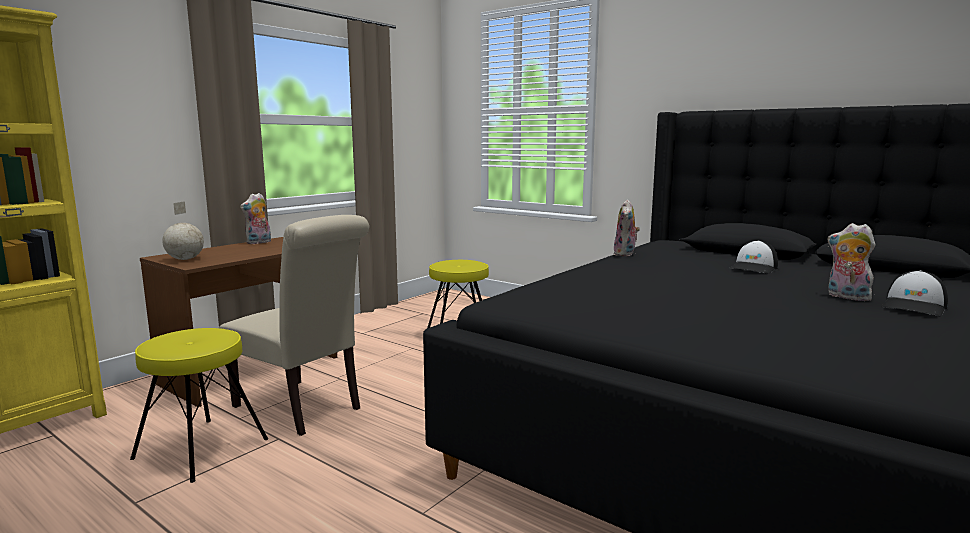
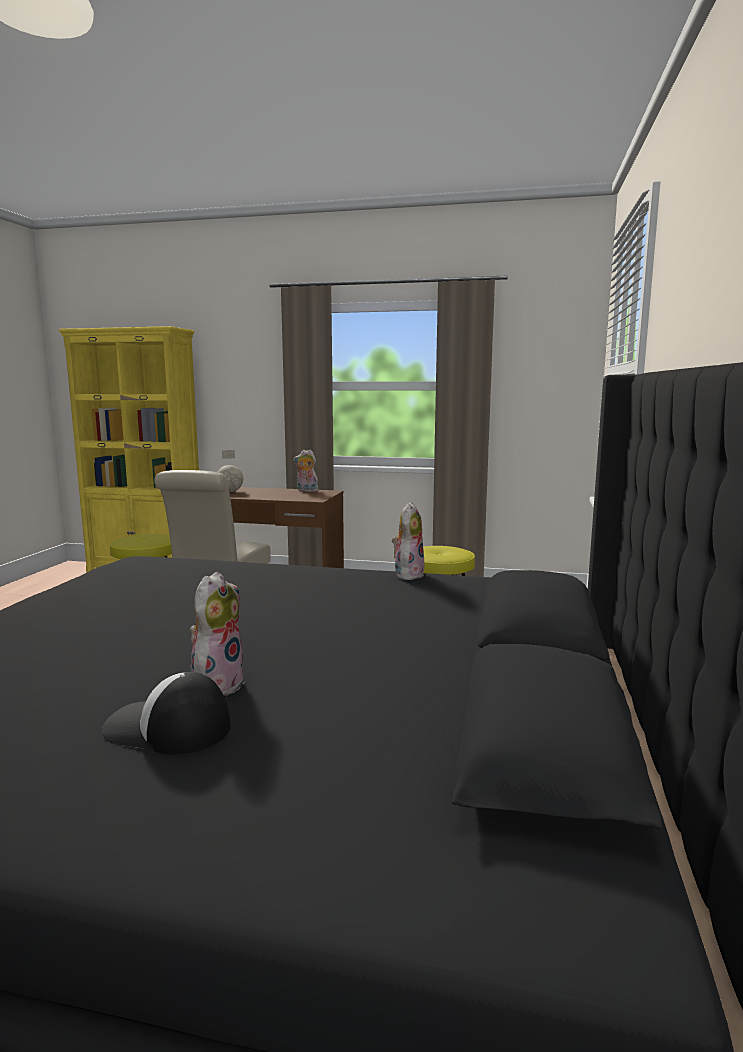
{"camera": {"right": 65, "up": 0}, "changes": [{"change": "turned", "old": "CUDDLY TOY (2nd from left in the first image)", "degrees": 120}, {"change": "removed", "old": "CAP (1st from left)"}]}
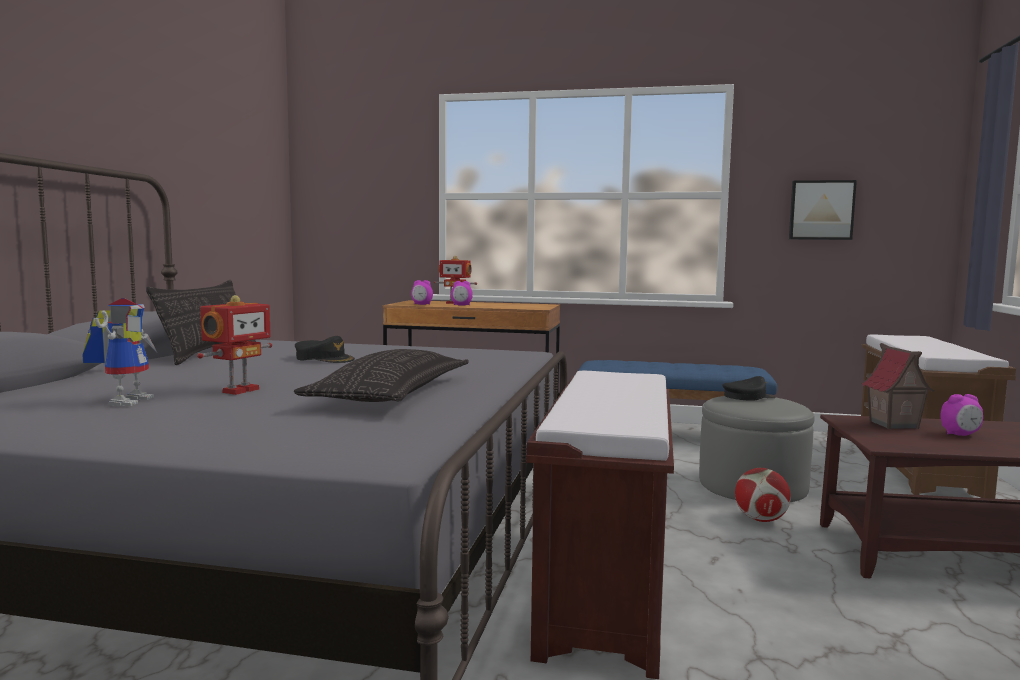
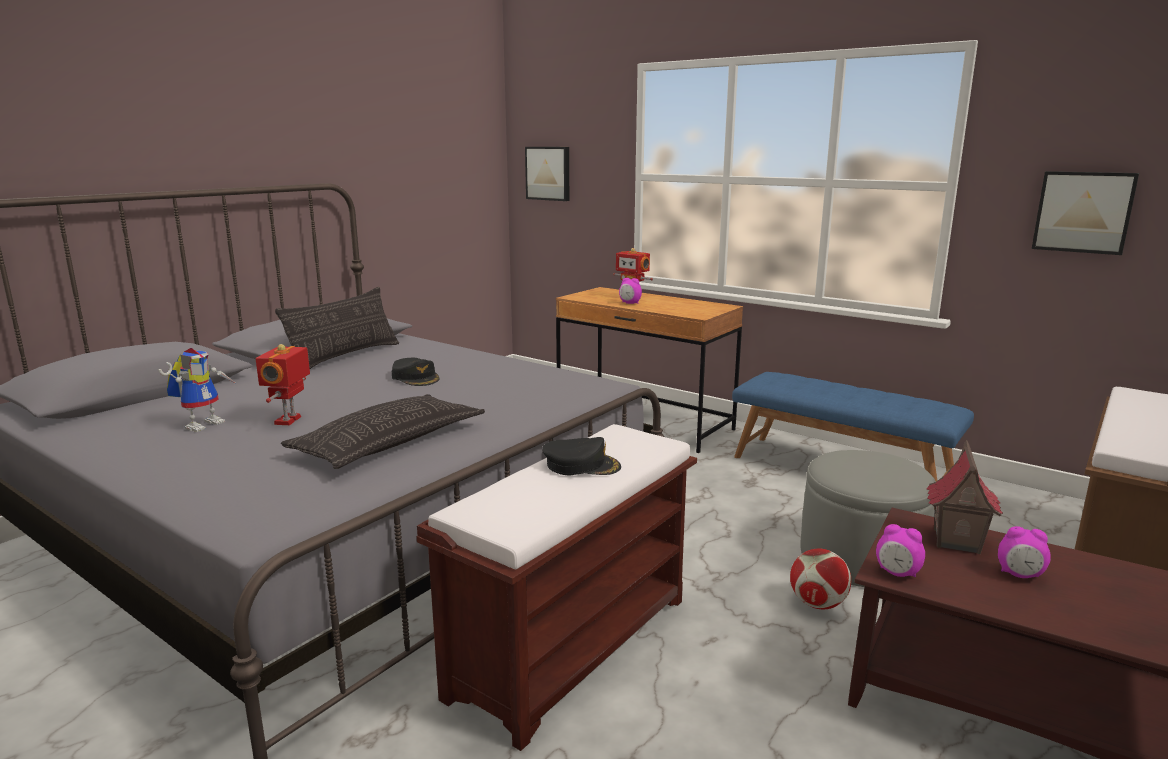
{"camera": {"right": 25, "up": 10}, "changes": [{"change": "turned", "old": "MODEL ROBOT (2nd from left)", "degrees": 135}, {"change": "moved", "old": "TABLE CLOCK (1st from left in the first image)", "new": "TABLE CLOCK (2nd from left)"}, {"change": "moved", "old": "BLACK CAP (2nd from left)"}, {"change": "added", "new": "WALL PICTURE (1st from left)"}]}
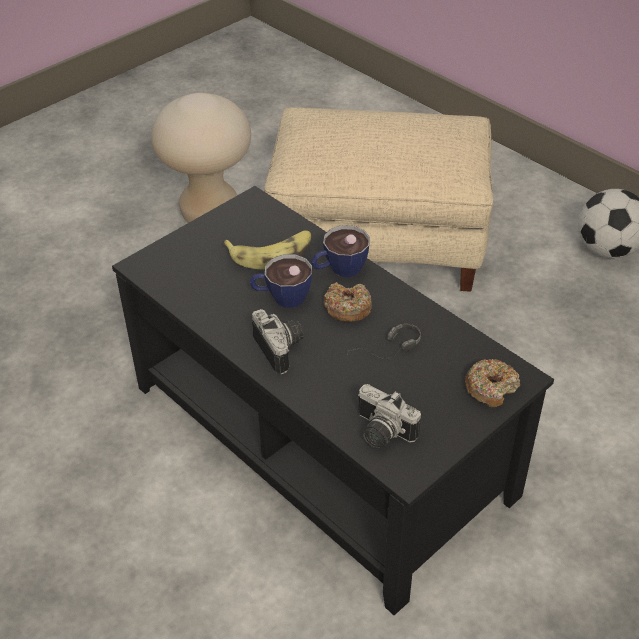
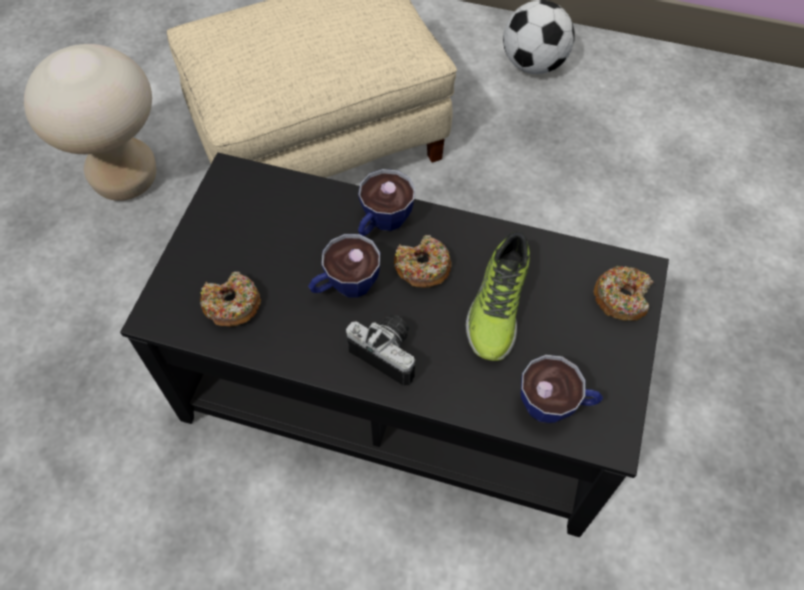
{"camera": {"right": -30, "up": 15}, "changes": [{"change": "removed", "old": "BANANA"}, {"change": "replaced", "old": "HEADSET", "new": "LOW SHOE"}, {"change": "replaced", "old": "STILL CAMERA (2nd from left)", "new": "SMALL CUP (3rd from left)"}, {"change": "added", "new": "RING DOUGHNUT (1st from left)"}]}
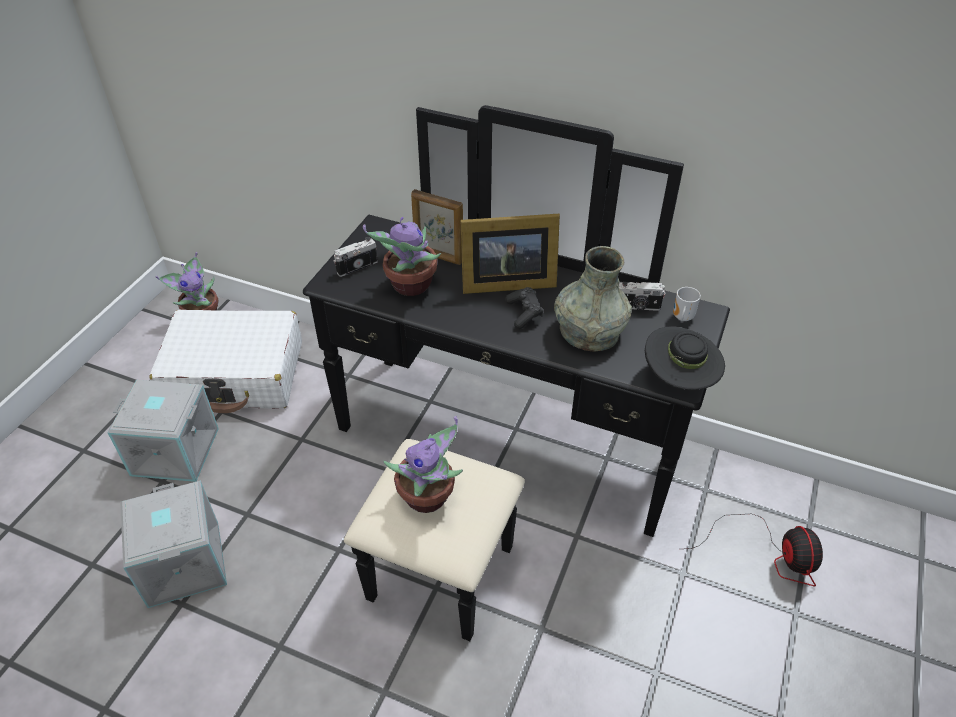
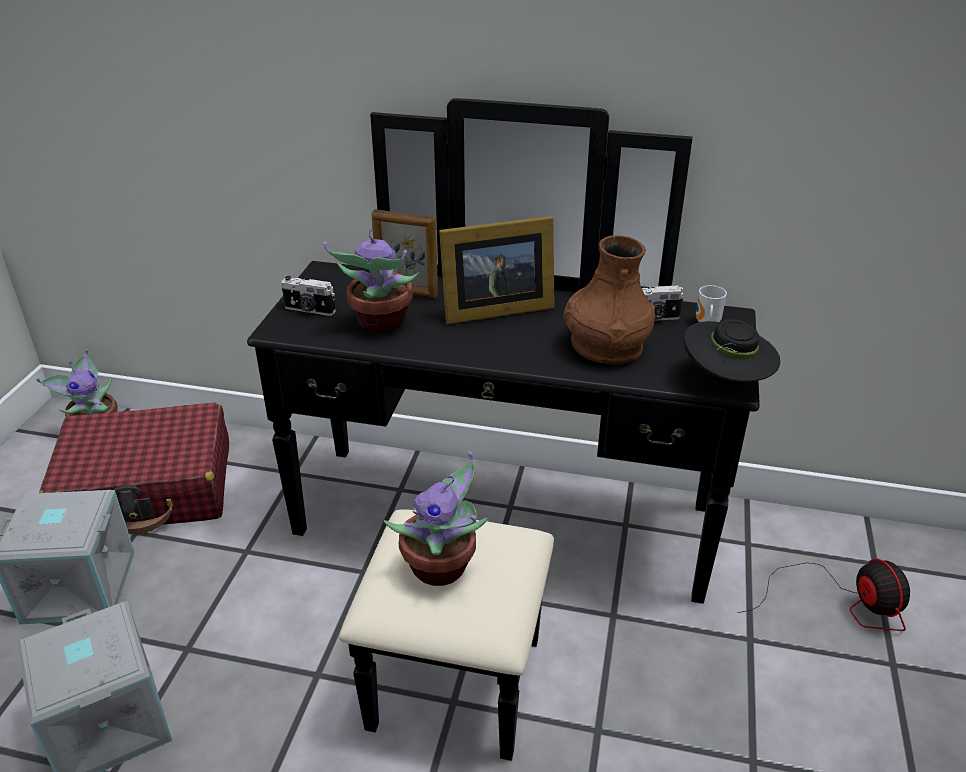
{"camera": {"right": -10, "up": -10}, "changes": [{"change": "recoloured", "old": "WHITISH SUITCASE", "new": "RED SUITCASE"}, {"change": "turned", "old": "STILL CAMERA (1st from left)", "degrees": -120}, {"change": "removed", "old": "BLACK GAMEPAD"}, {"change": "recoloured", "old": "GREY VASE", "new": "BROWNISH VASE"}]}
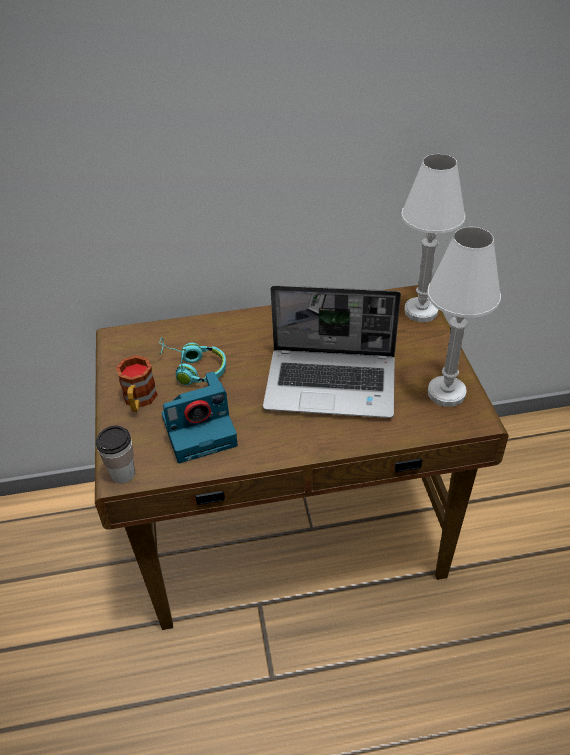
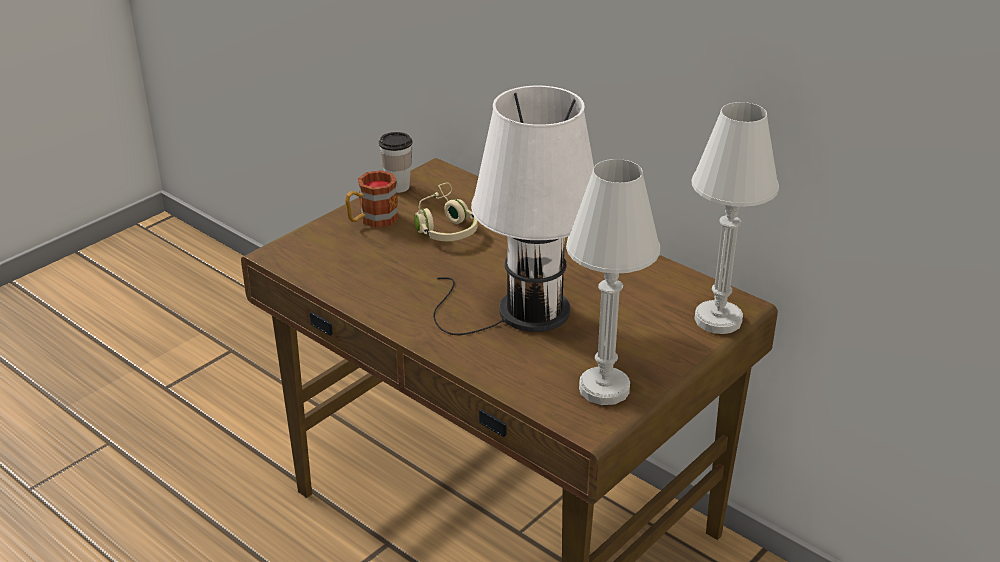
{"camera": {"right": 50, "up": -10}, "changes": [{"change": "moved", "old": "SMALL CUP"}, {"change": "recoloured", "old": "TURQUOISE-COLOURED HEADSET", "new": "SAND-COLOURED HEADSET"}, {"change": "removed", "old": "STILL CAMERA"}, {"change": "replaced", "old": "LAPTOP", "new": "WHITISH TABLETOP LAMP (1st from left)"}]}
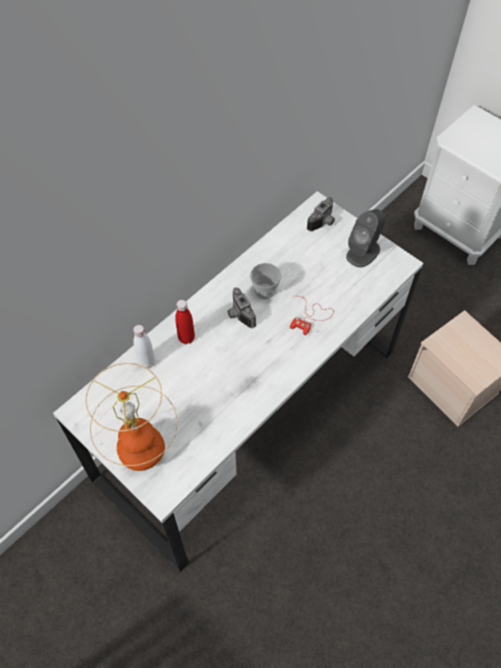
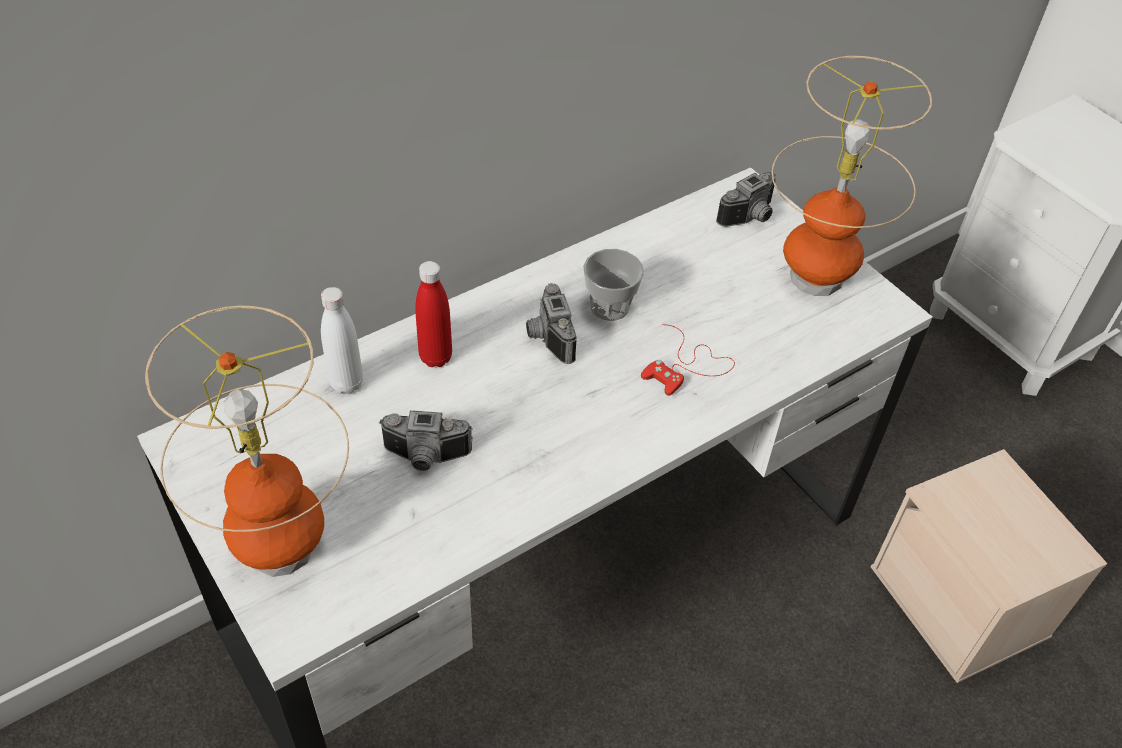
{"camera": {"right": 10, "up": -10}, "changes": [{"change": "replaced", "old": "GREY SPEAKER", "new": "TABLETOP LAMP (2nd from left)"}, {"change": "added", "new": "STILL CAMERA (1st from left)"}]}
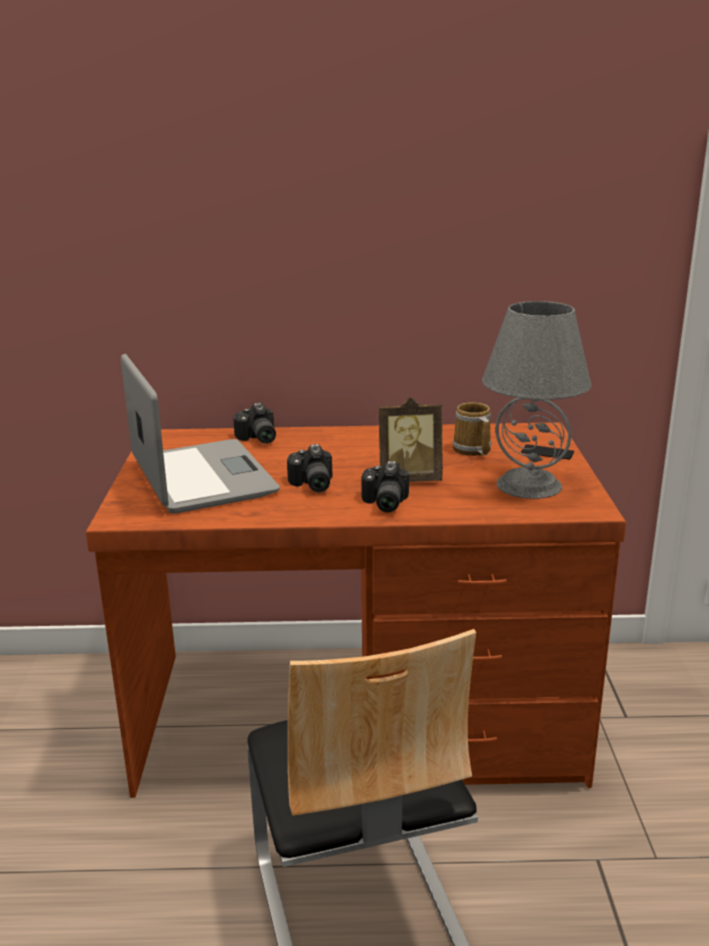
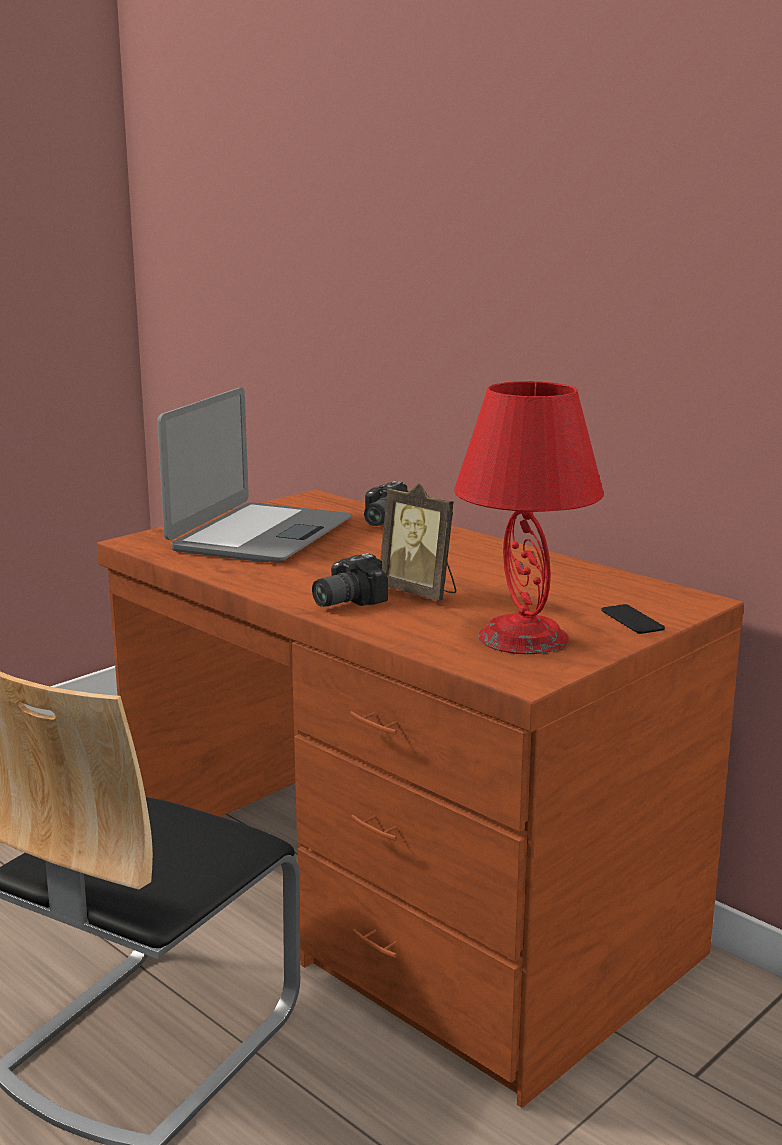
{"camera": {"right": 45, "up": -5}, "changes": [{"change": "removed", "old": "STILL CAMERA (2nd from left)"}, {"change": "removed", "old": "MUG"}, {"change": "recoloured", "old": "GREY TABLETOP LAMP", "new": "RED TABLETOP LAMP"}]}
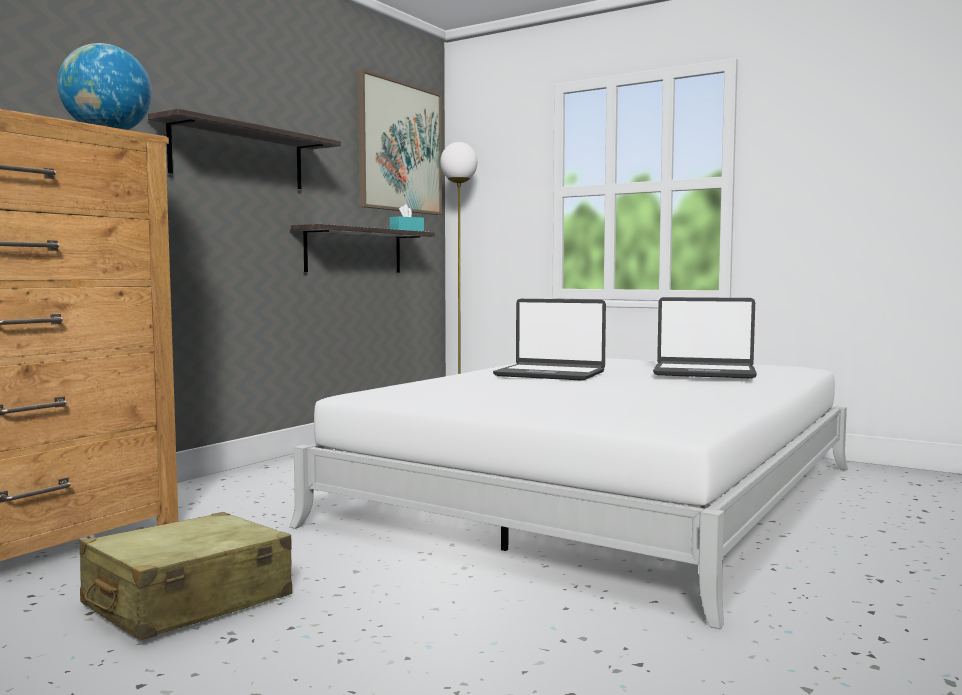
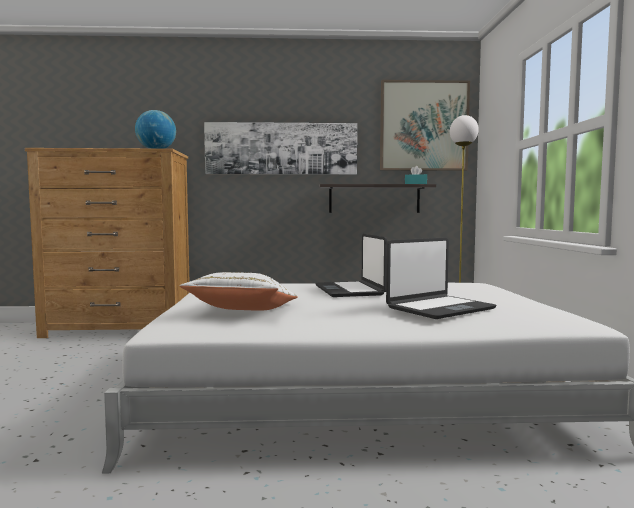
{"camera": {"right": 55, "up": 0}, "changes": [{"change": "removed", "old": "SAND-COLOURED SUITCASE"}, {"change": "replaced", "old": "SHELF (1st from left)", "new": "WALL PICTURE (1st from left)"}, {"change": "turned", "old": "LAPTOP (2nd from left)", "degrees": -105}, {"change": "added", "new": "WHITISH THROW PILLOW"}]}
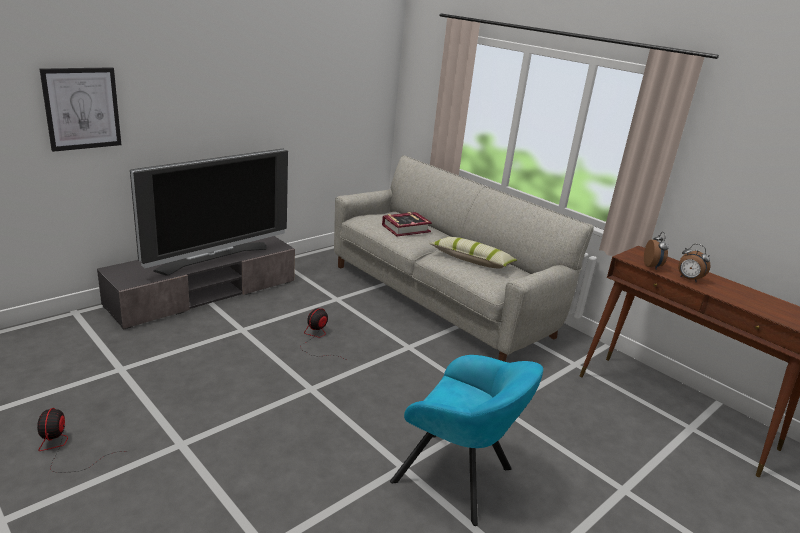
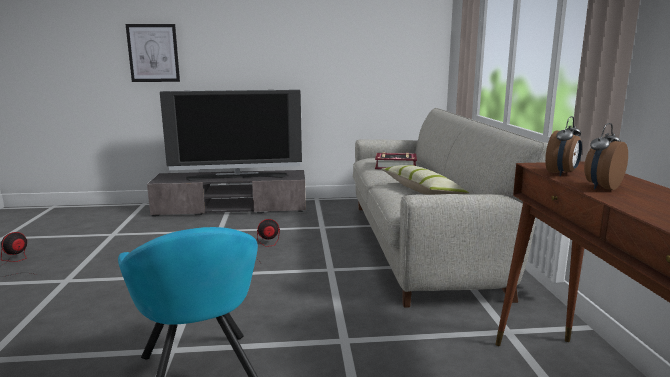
{"camera": {"right": 40, "up": -10}, "changes": [{"change": "turned", "old": "TABLE CLOCK (2nd from left)", "degrees": 60}]}
